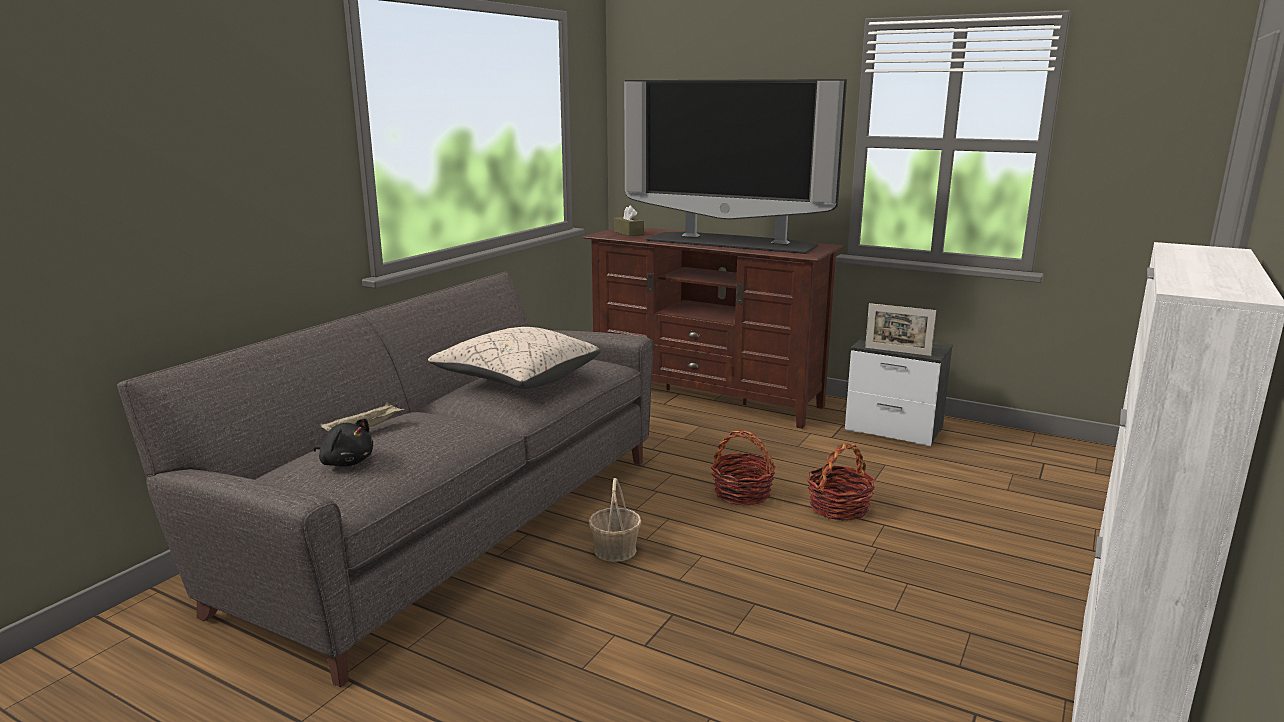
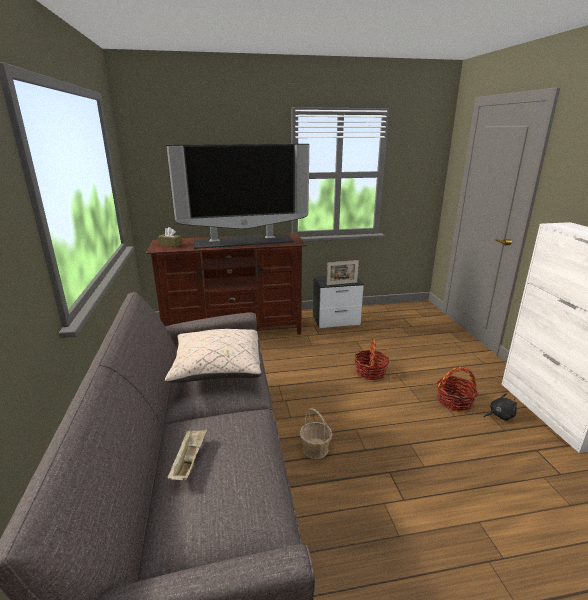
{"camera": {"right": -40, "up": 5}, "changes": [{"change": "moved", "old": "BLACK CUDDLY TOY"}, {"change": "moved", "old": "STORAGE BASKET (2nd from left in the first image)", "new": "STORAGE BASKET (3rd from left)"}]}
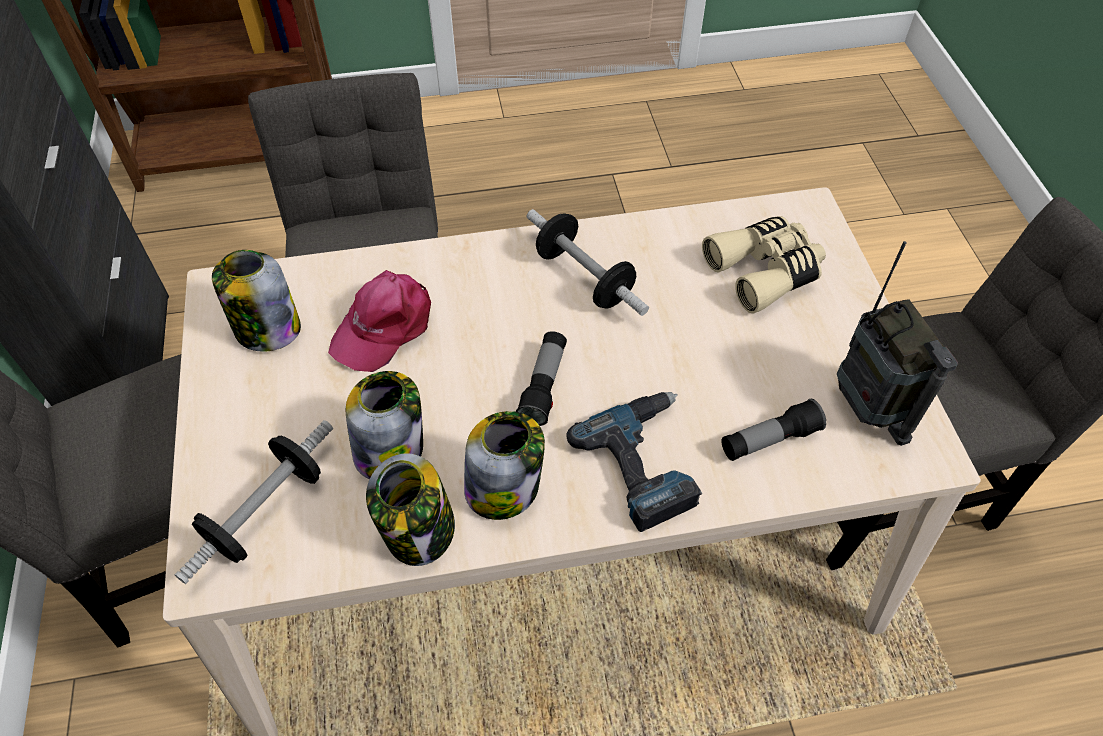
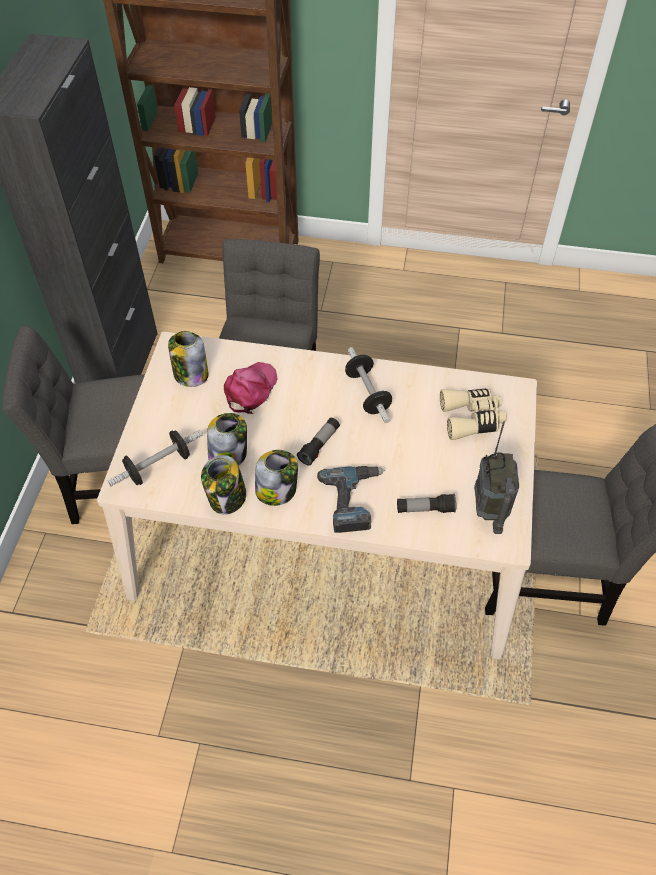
{"camera": {"right": 20, "up": 0}, "changes": [{"change": "turned", "old": "PINK-COLOURED CAP", "degrees": 150}]}
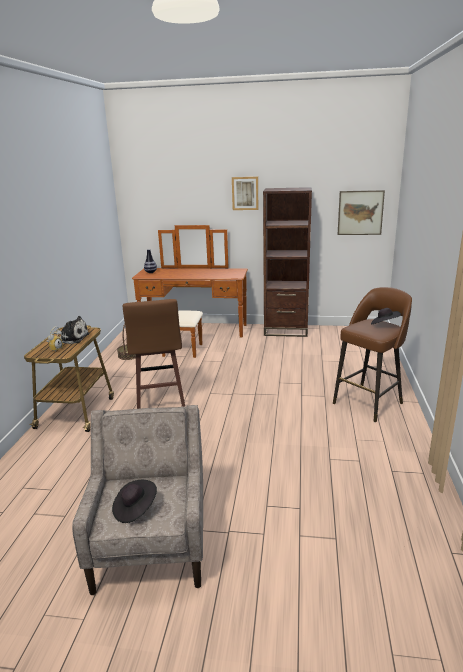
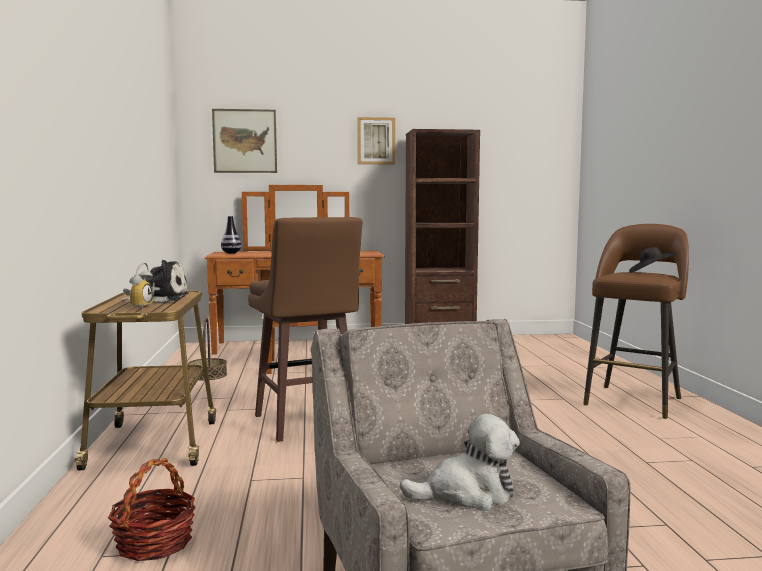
{"camera": {"right": -15, "up": -15}, "changes": [{"change": "replaced", "old": "BLACK HAT (1st from left)", "new": "CUDDLY TOY (2nd from left)"}, {"change": "moved", "old": "WALL PICTURE (2nd from left in the first image)", "new": "WALL PICTURE (1st from left)"}, {"change": "added", "new": "STORAGE BASKET (1st from left)"}]}
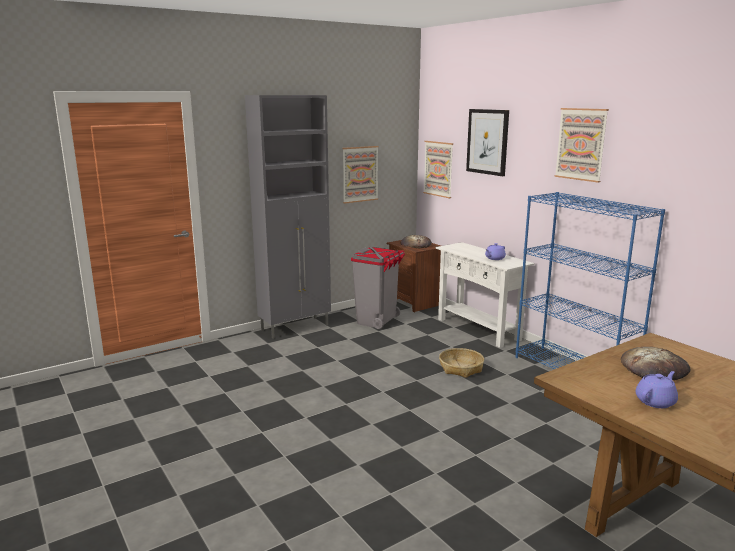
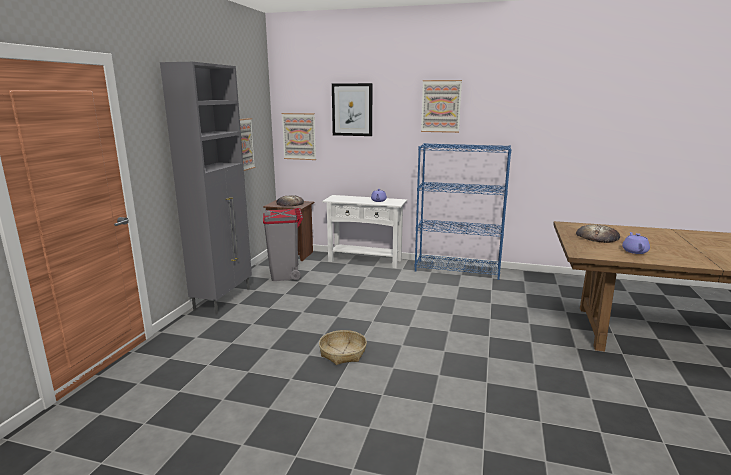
{"camera": {"right": -40, "up": 0}, "changes": [{"change": "moved", "old": "STORAGE BASKET"}]}
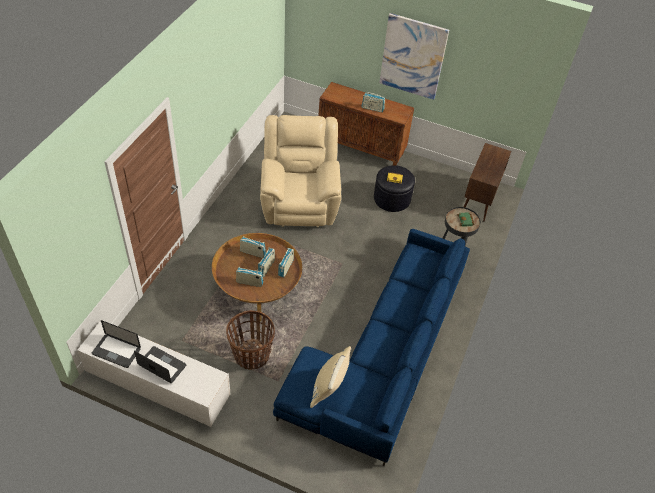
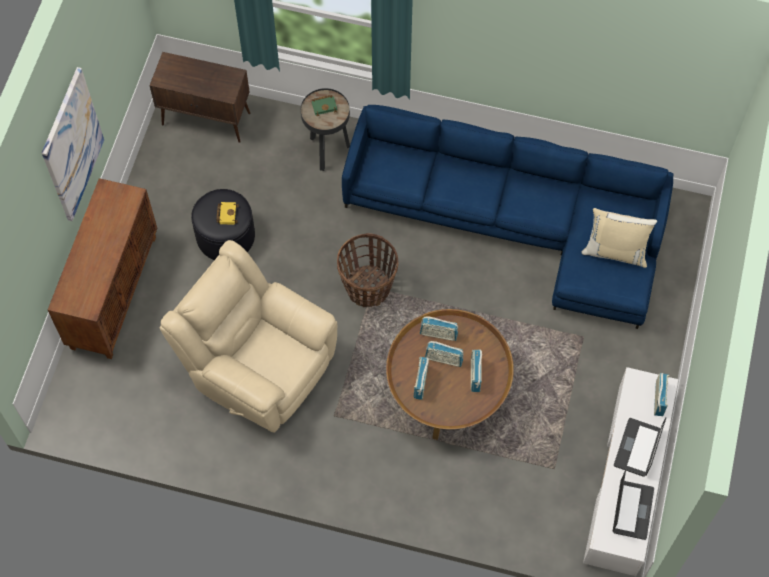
{"camera": {"right": -95, "up": 15}, "changes": [{"change": "moved", "old": "STORAGE BASKET"}, {"change": "turned", "old": "SAND-COLOURED EASY CHAIR", "degrees": 45}, {"change": "moved", "old": "RADIO (5th from left)"}]}
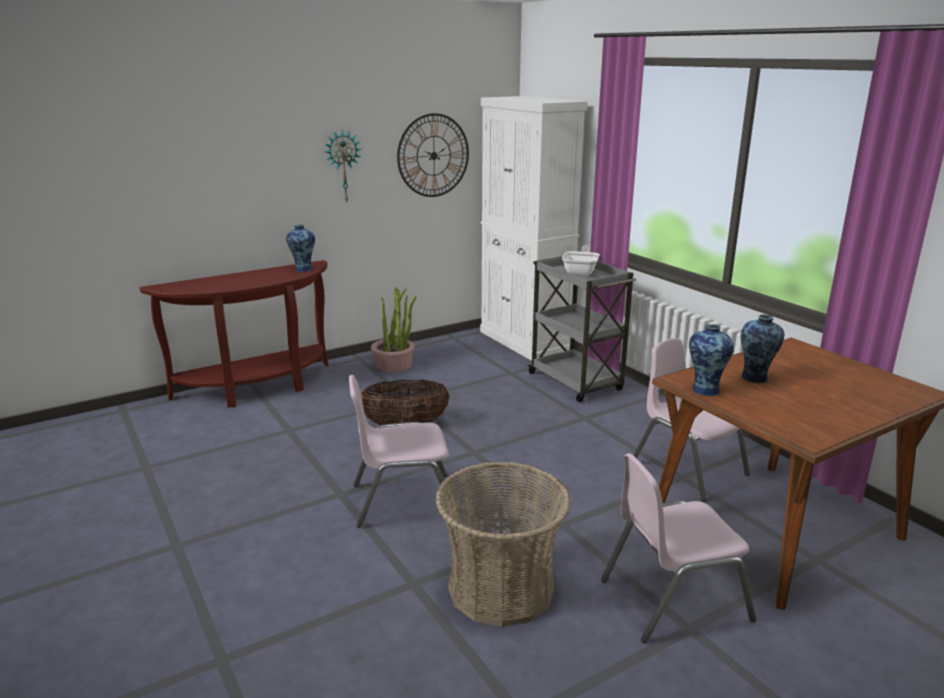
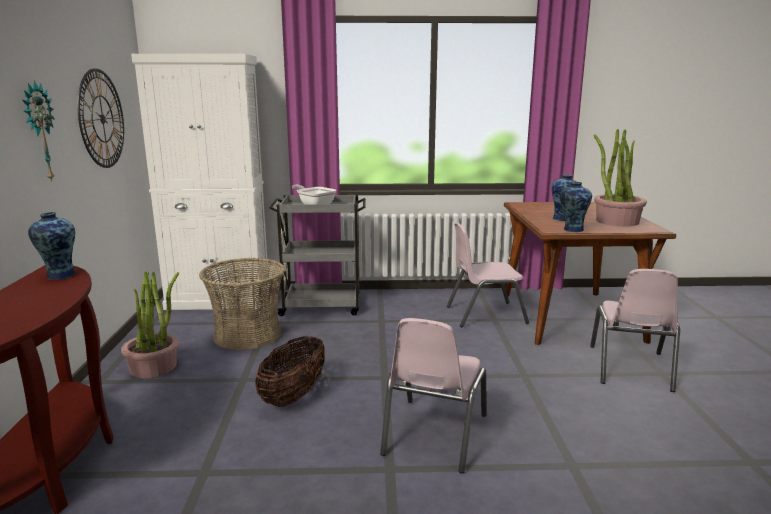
{"camera": {"right": -60, "up": -5}, "changes": [{"change": "moved", "old": "STORAGE BASKET (2nd from left in the first image)", "new": "STORAGE BASKET (1st from left)"}, {"change": "added", "new": "HOUSEPLANT (2nd from left)"}]}
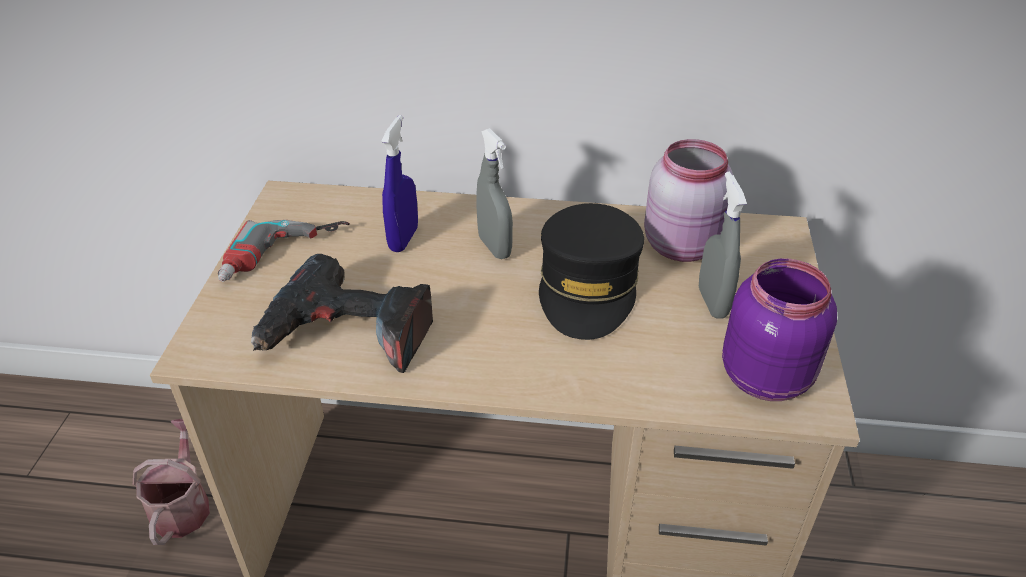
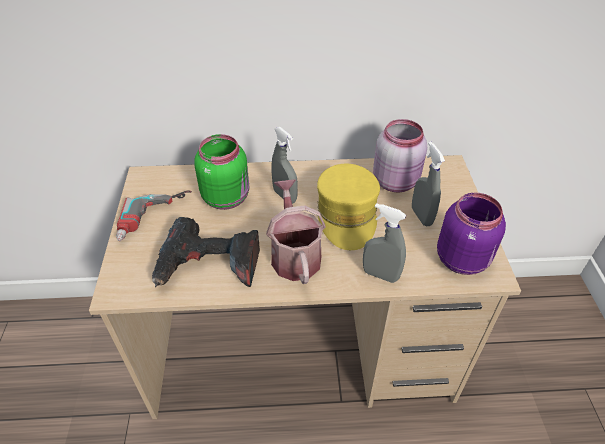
{"camera": {"right": -10, "up": 5}, "changes": [{"change": "moved", "old": "SPRINKLING CAN"}, {"change": "replaced", "old": "BLUE SPRAYER", "new": "GREENISH JAR"}, {"change": "recoloured", "old": "BLACK CAP", "new": "YELLOW-COLOURED CAP"}, {"change": "added", "new": "GREY SPRAYER (2nd from left)"}]}
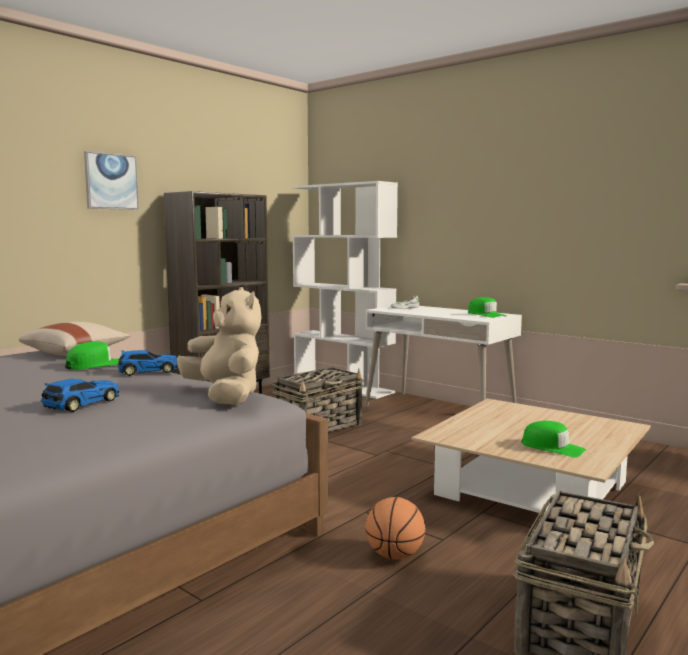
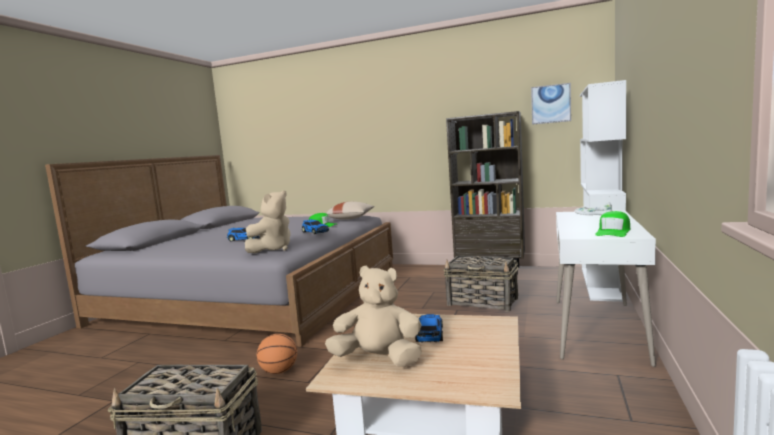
{"camera": {"right": 70, "up": 0}, "changes": [{"change": "moved", "old": "WALL PICTURE"}, {"change": "replaced", "old": "GREENISH CAP (3rd from left)", "new": "SAND-COLOURED CUDDLY TOY (2nd from left)"}, {"change": "added", "new": "TOY CAR (3rd from left)"}]}
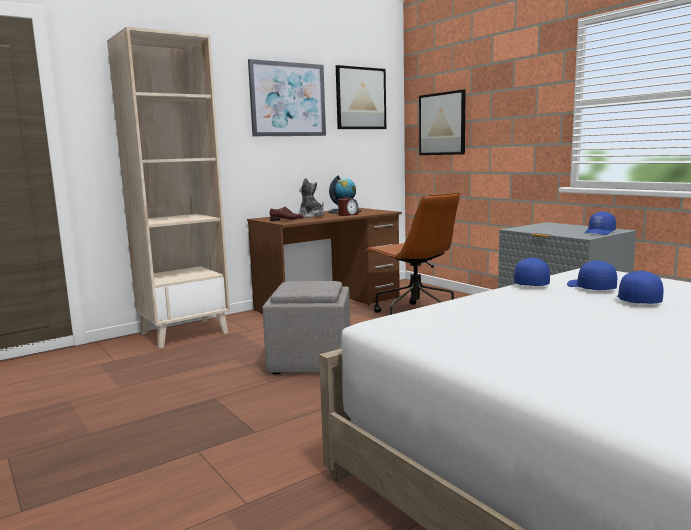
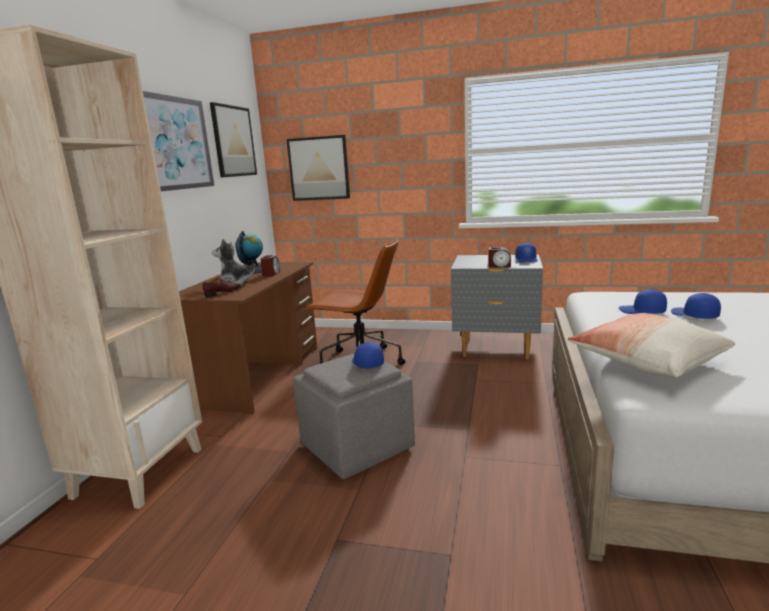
{"camera": {"right": -40, "up": 5}, "changes": [{"change": "moved", "old": "BLUE CAP (1st from left)"}, {"change": "added", "new": "TABLE CLOCK (2nd from left)"}, {"change": "added", "new": "THROW PILLOW"}]}
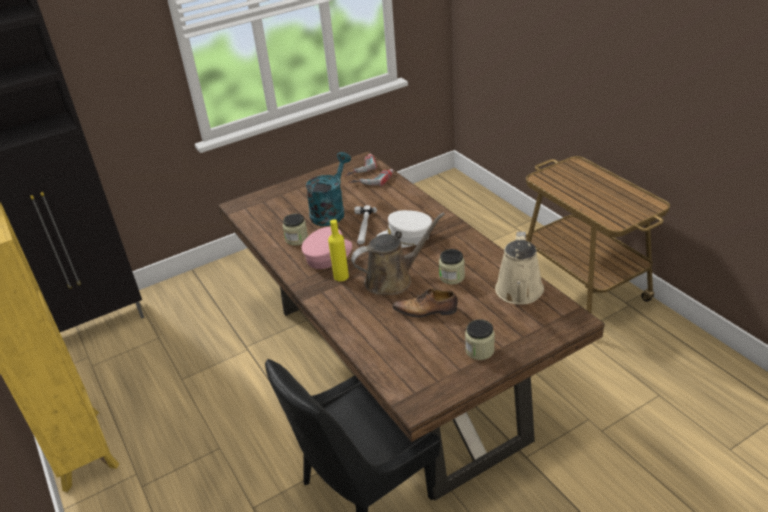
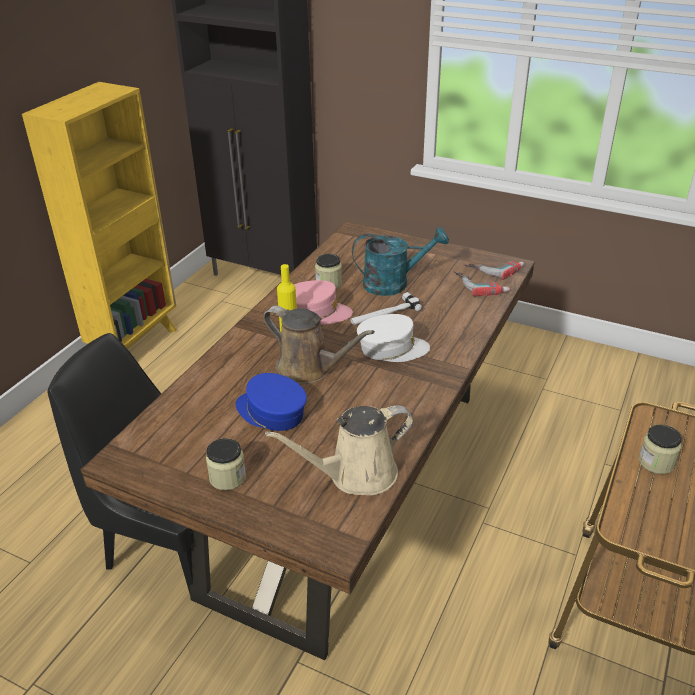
{"camera": {"right": 55, "up": 0}, "changes": [{"change": "turned", "old": "WHITISH CAP", "degrees": 120}, {"change": "replaced", "old": "LOW SHOE", "new": "BLUE CAP"}, {"change": "moved", "old": "JAR (2nd from left in the first image)", "new": "JAR (3rd from left)"}]}
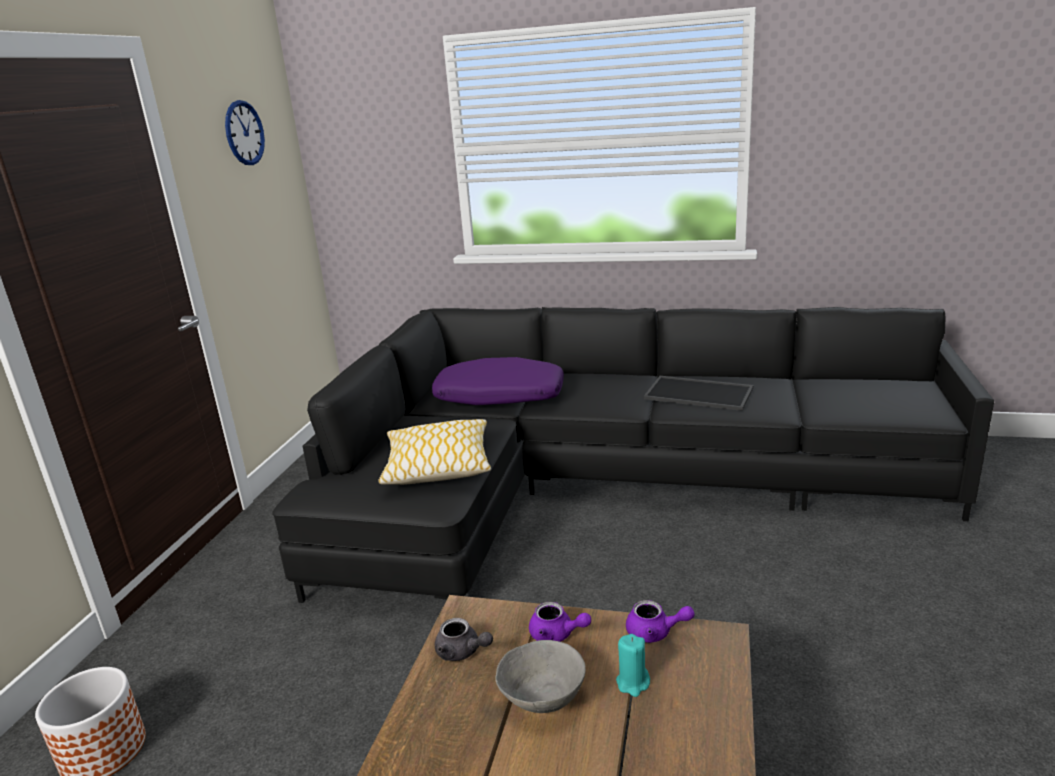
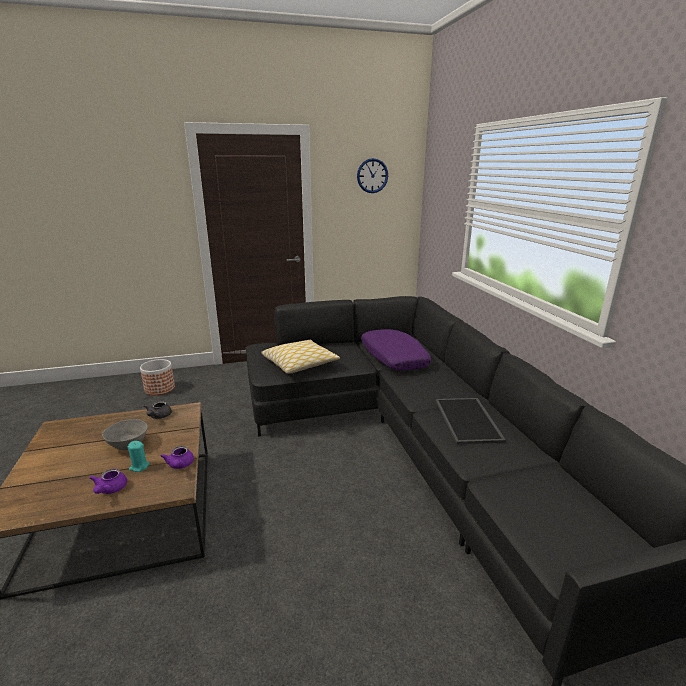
{"camera": {"right": 60, "up": 0}, "changes": [{"change": "moved", "old": "PURPLE-COLOURED TEAPOT (1st from left)"}]}
